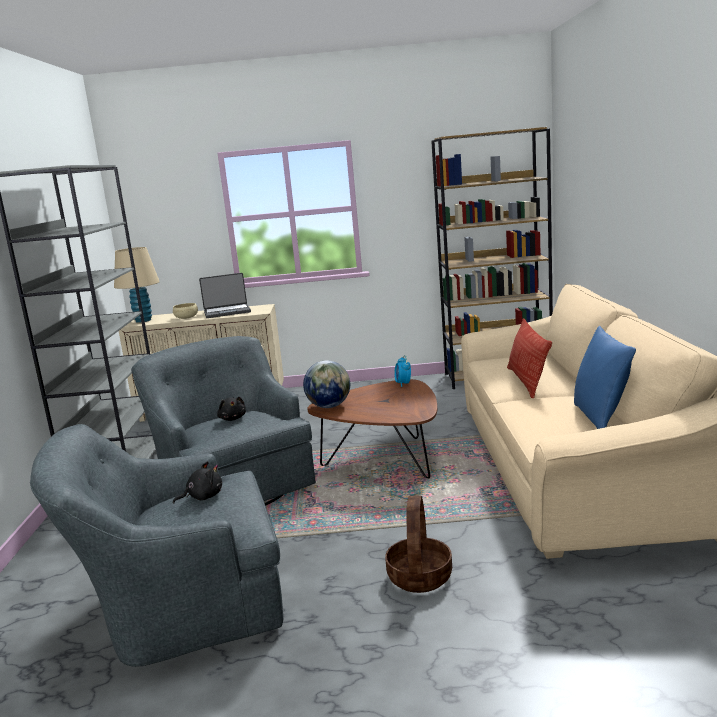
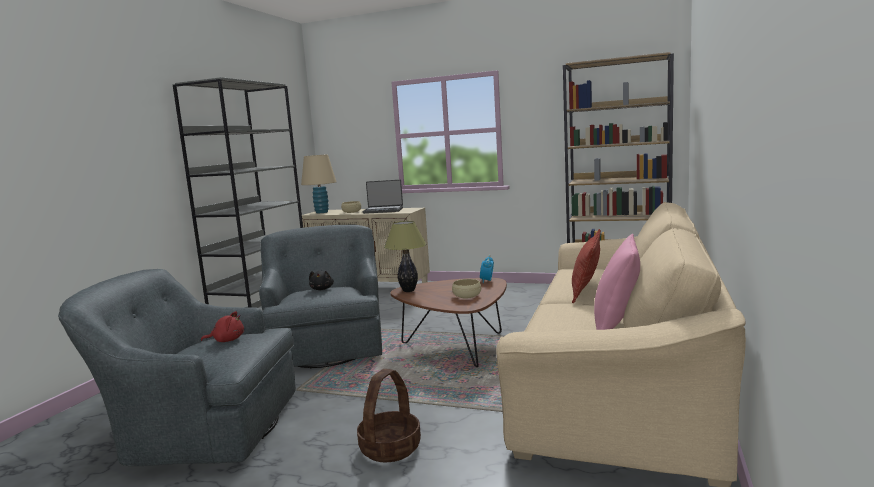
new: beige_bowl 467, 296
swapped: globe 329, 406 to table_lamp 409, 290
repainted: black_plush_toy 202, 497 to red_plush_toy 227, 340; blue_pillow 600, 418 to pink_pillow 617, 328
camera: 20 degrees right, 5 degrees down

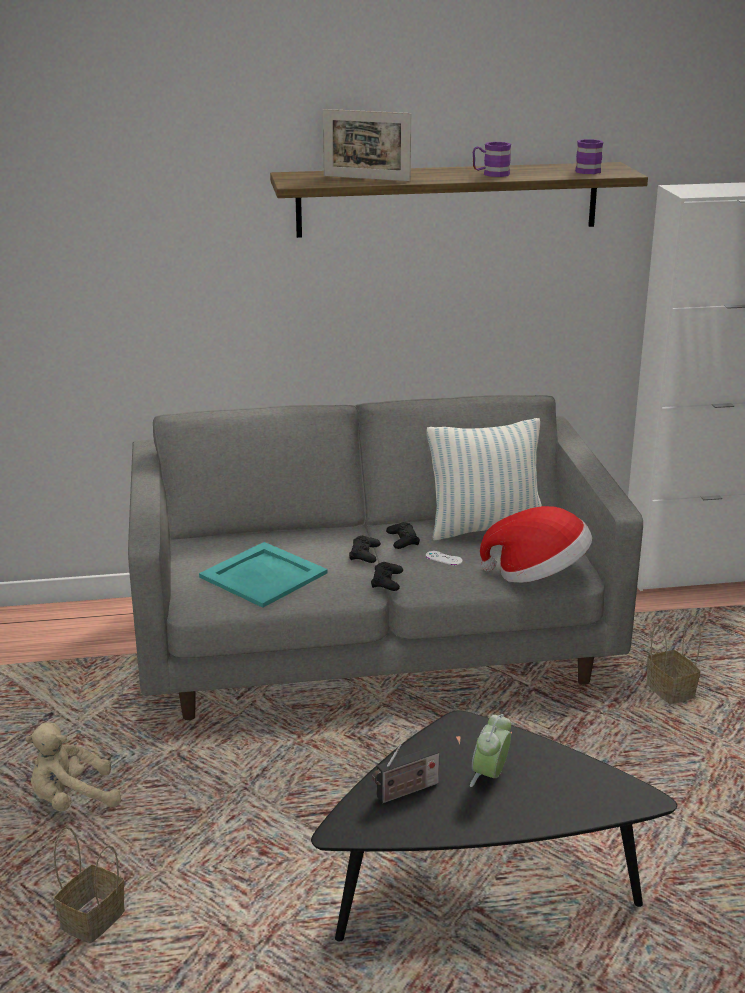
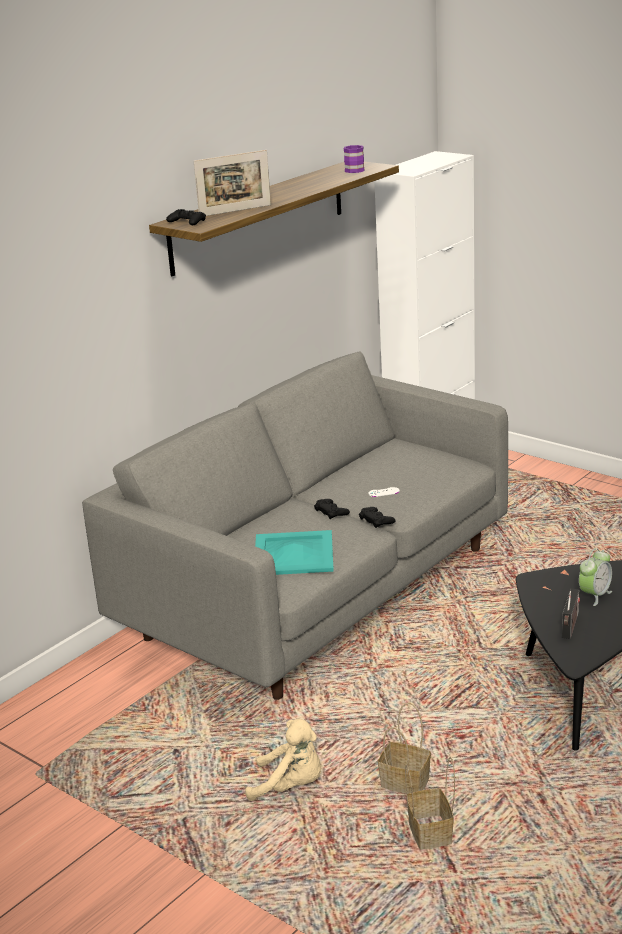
gone: pillow 485, 528; purple_mug 490, 174; hat 538, 574
shifted: black_game_controller 402, 540 to 187, 222; basket 668, 690 to 403, 783
rotated: beige_plush_toy 72, 800 = 291, 786 105 degrees counterclockwise; alarm_clock 490, 775 = 594, 595 120 degrees counterclockwise
camera: 40 degrees left, 0 degrees up

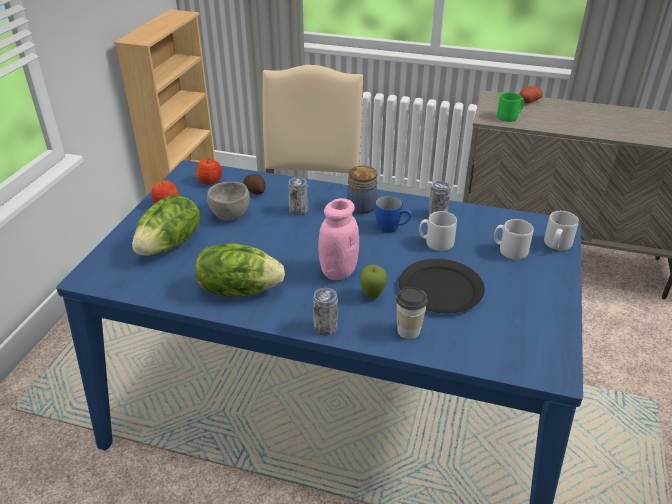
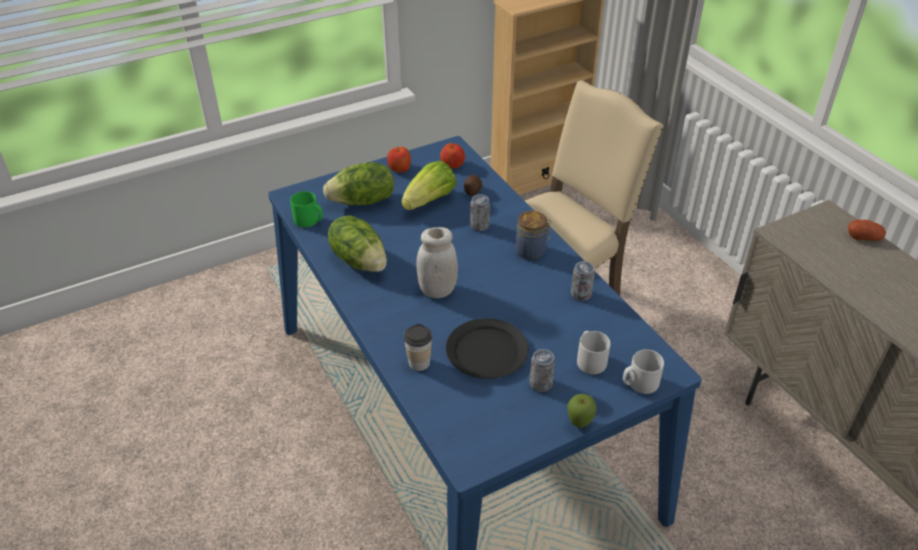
gone: blue_mug 392, 228; grey_mug 436, 243
shifted: can 325, 327 to 540, 384; apple 372, 296 to 579, 424; green_mug 509, 117 to 309, 221
swapped: grey_bowl 231, 214 to lettuce 430, 201
repainted: pink_jar 338, 271 to white_jar 437, 290
camera: 45 degrees right, 5 degrees up

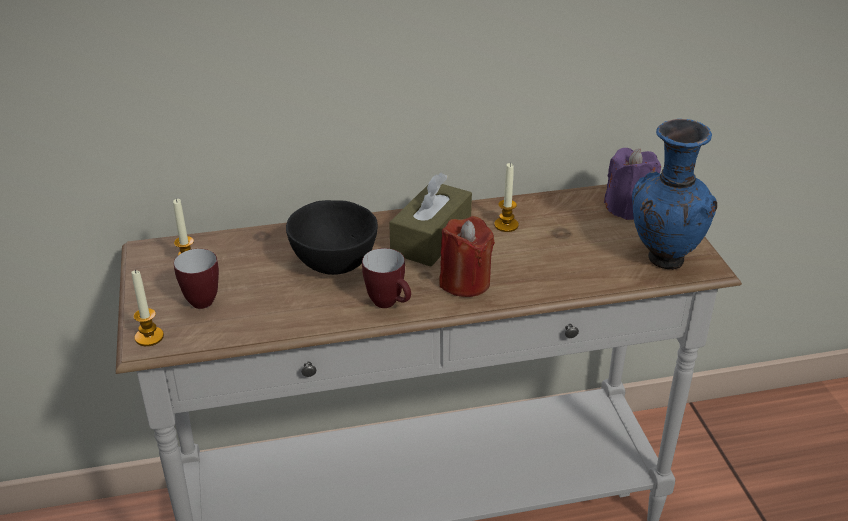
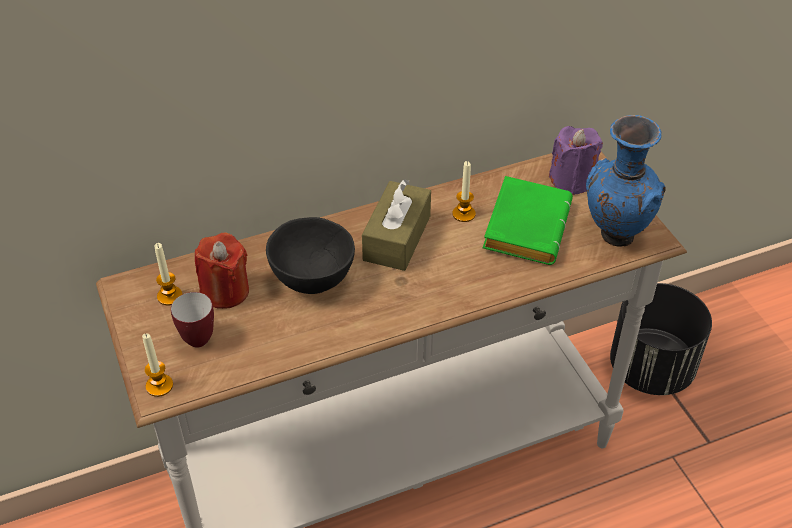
gone: mug 389, 304
new: green_book 524, 225; black_planter 651, 369
shifted: red_candle 465, 282 to 225, 291
camera: 10 degrees left, 10 degrees up

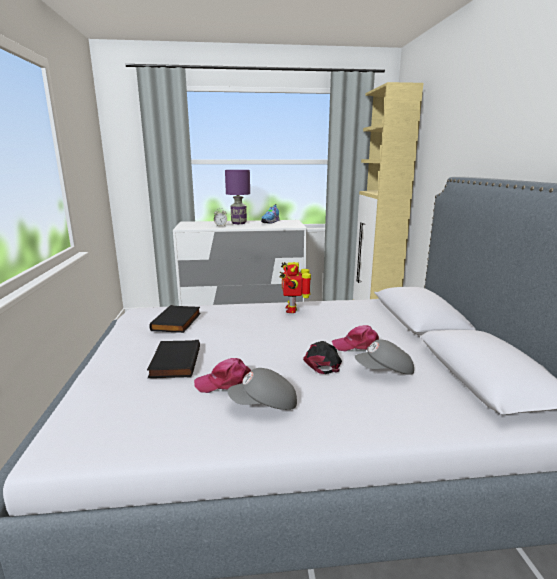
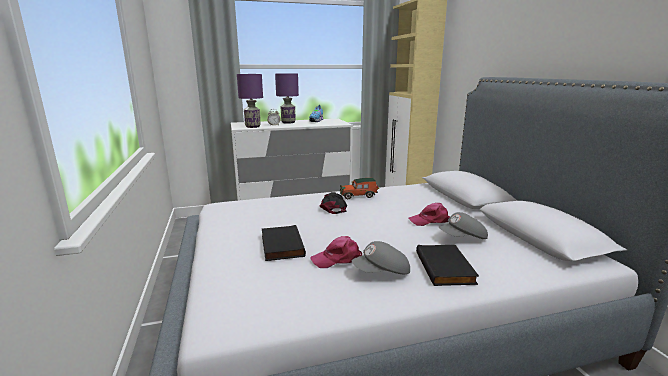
new: purple_table_lamp 252, 127
shifted: black_book 177, 322 to 446, 268; black_cap 322, 362 to 333, 207
swapped: toy_robot 292, 309 to toy_car 359, 196
camera: 10 degrees left, 0 degrees up

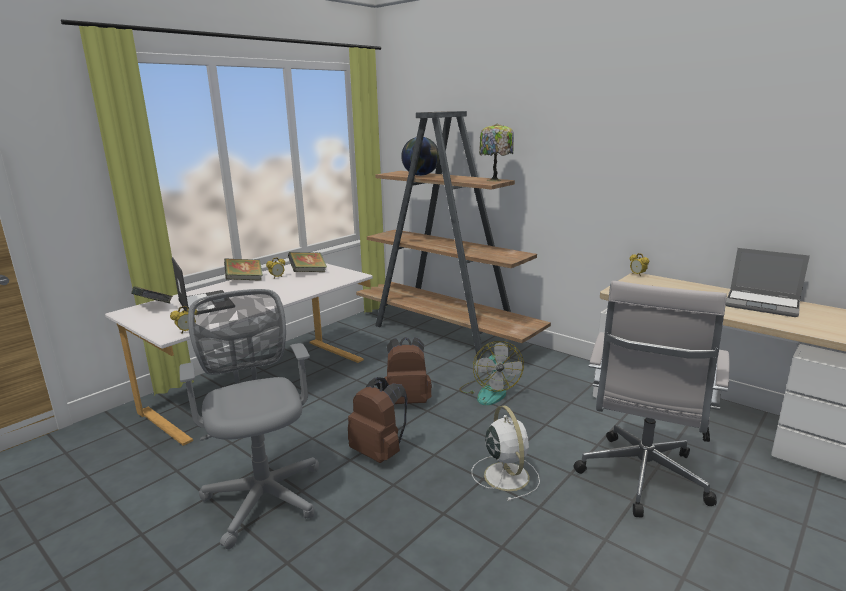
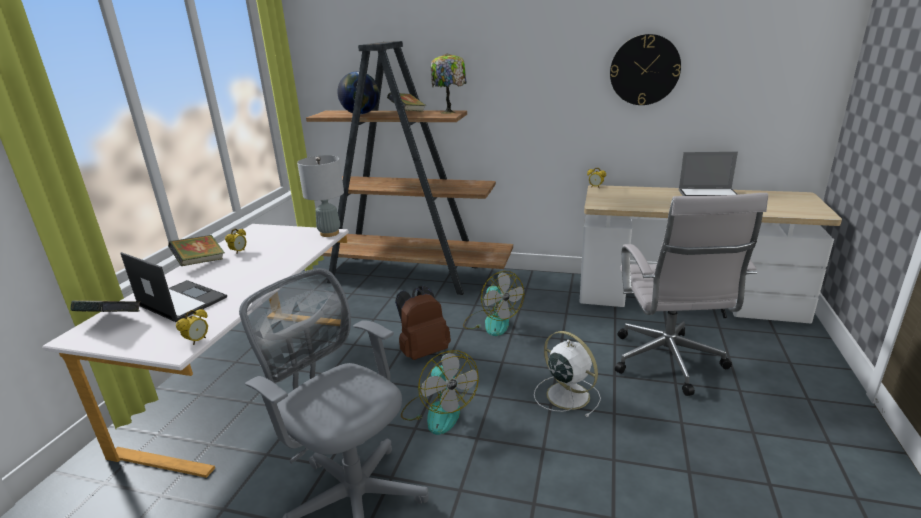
new: grey_table_lamp 329, 233; wall_clock 644, 70
shifted: book 308, 272 to 407, 113
swapped: brown_backpack 379, 452 to fan 438, 411
camera: 25 degrees left, 5 degrees up

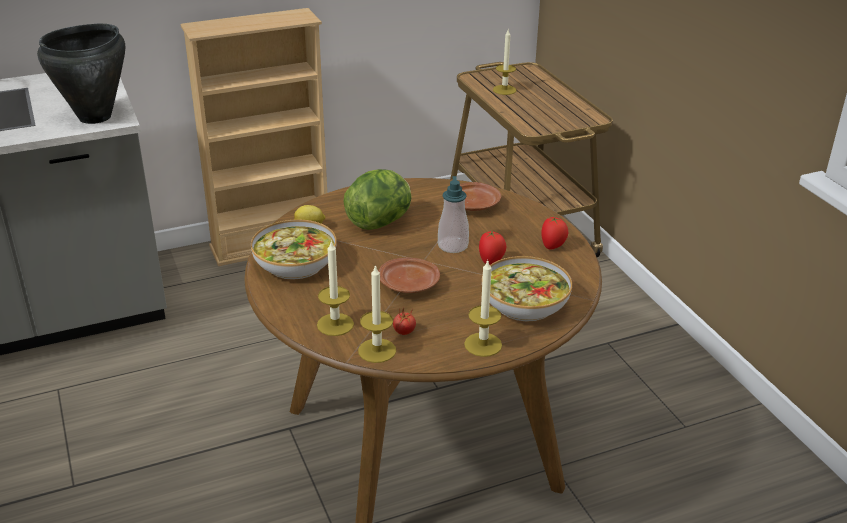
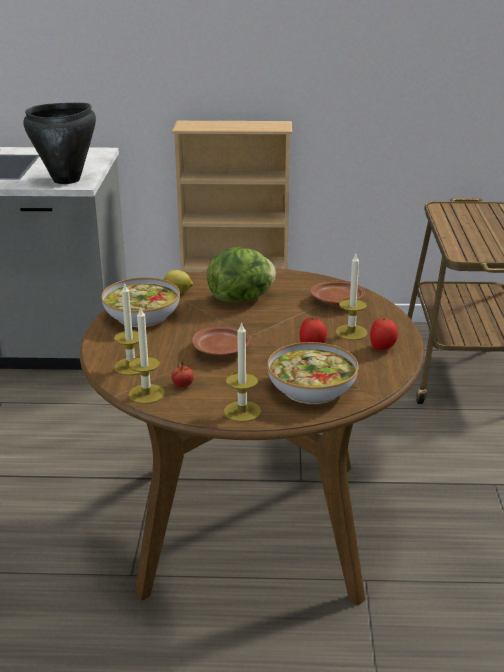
gone: soap_dispenser 453, 246
shifted: candle 504, 90 to 351, 332
camera: 25 degrees right, 5 degrees down

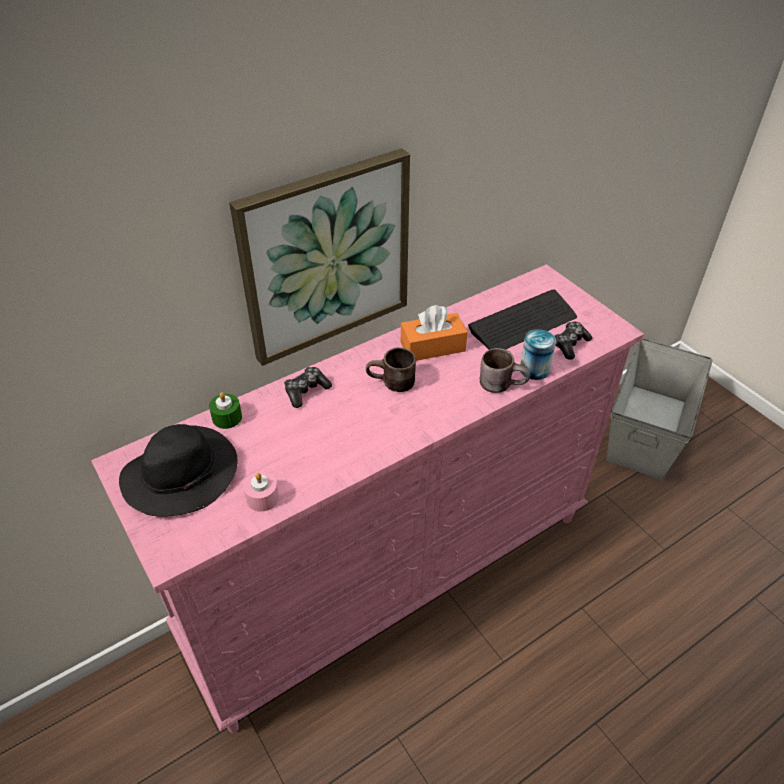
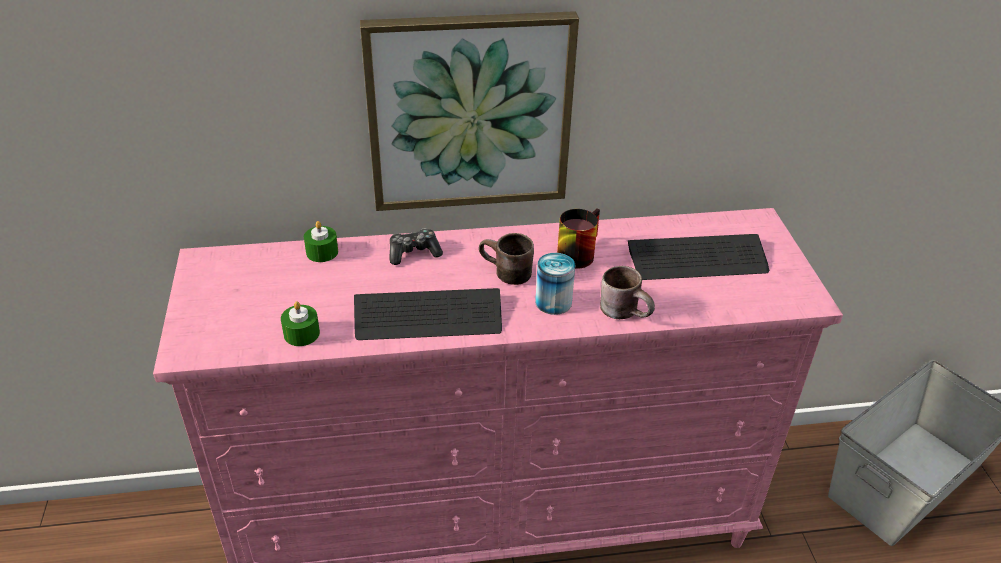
gone: black_hat 182, 474; game_controller 570, 344
new: keyboard 428, 317
shifted: can 534, 369 to 553, 302
swapped: orange_tissue_box 432, 346 to mug 576, 252
repainted: pink_candle 262, 498 to green_candle 301, 334
camera: 25 degrees right, 5 degrees down

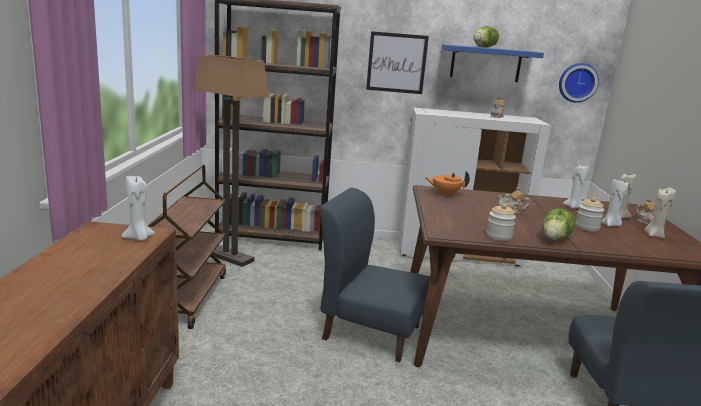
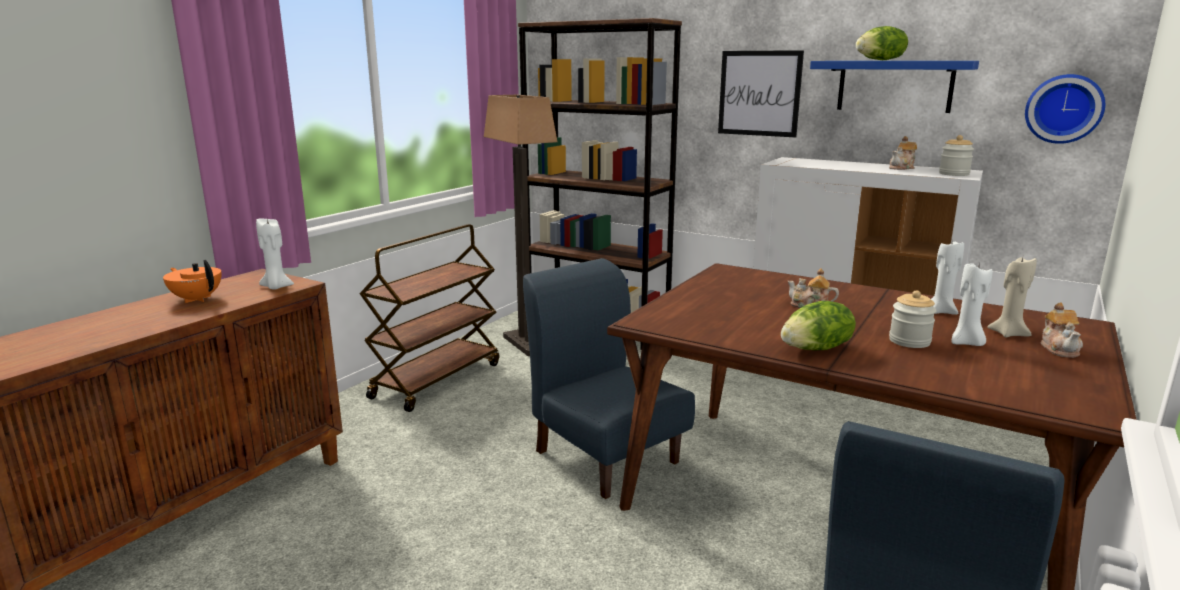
gone: beige_candle 654, 235
shifted: orange_teapot 445, 194 to 197, 299; jar 498, 236 to 954, 174
camera: 30 degrees right, 0 degrees up

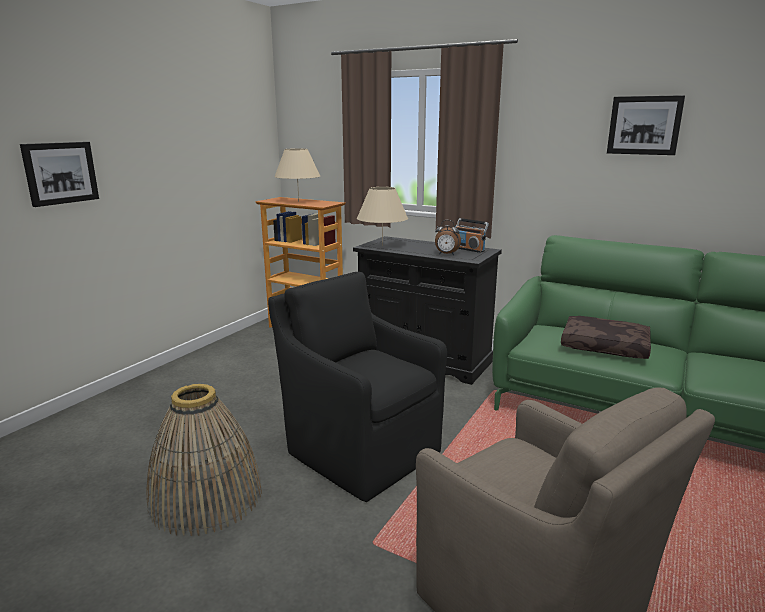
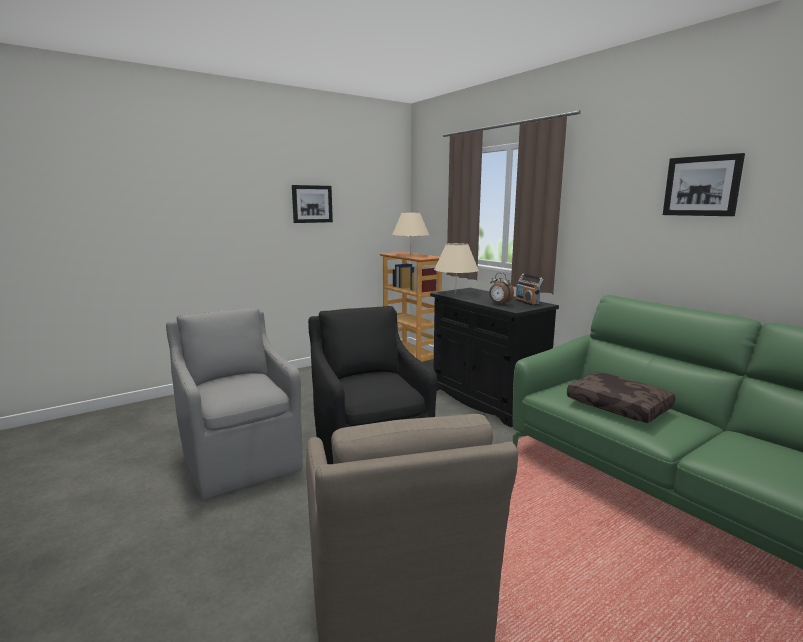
shifted: picture 60, 173 to 312, 204
swapped: basket 206, 496 to grey_armchair 241, 459
camera: 25 degrees right, 5 degrees down

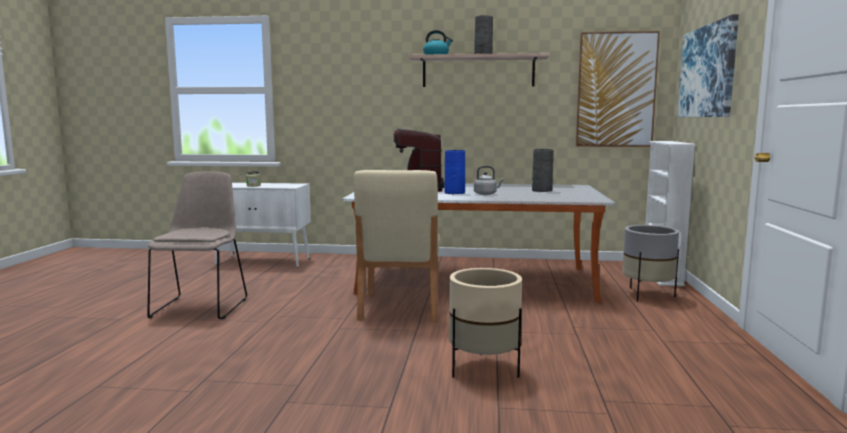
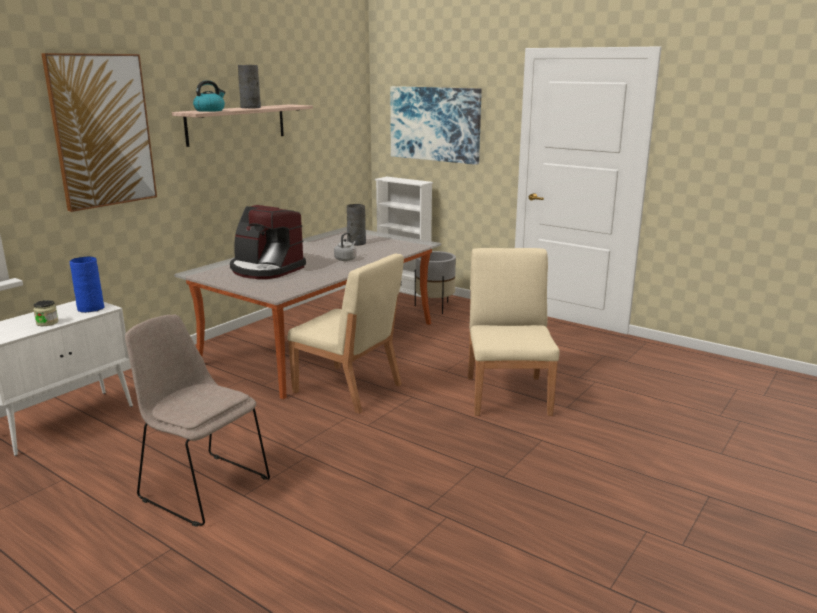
shifted: blue_vase 455, 193 to 90, 308; picture 616, 90 to 102, 131
swapped: beige_planter 483, 369 to beige_chair 508, 394
camera: 60 degrees left, 10 degrees up

